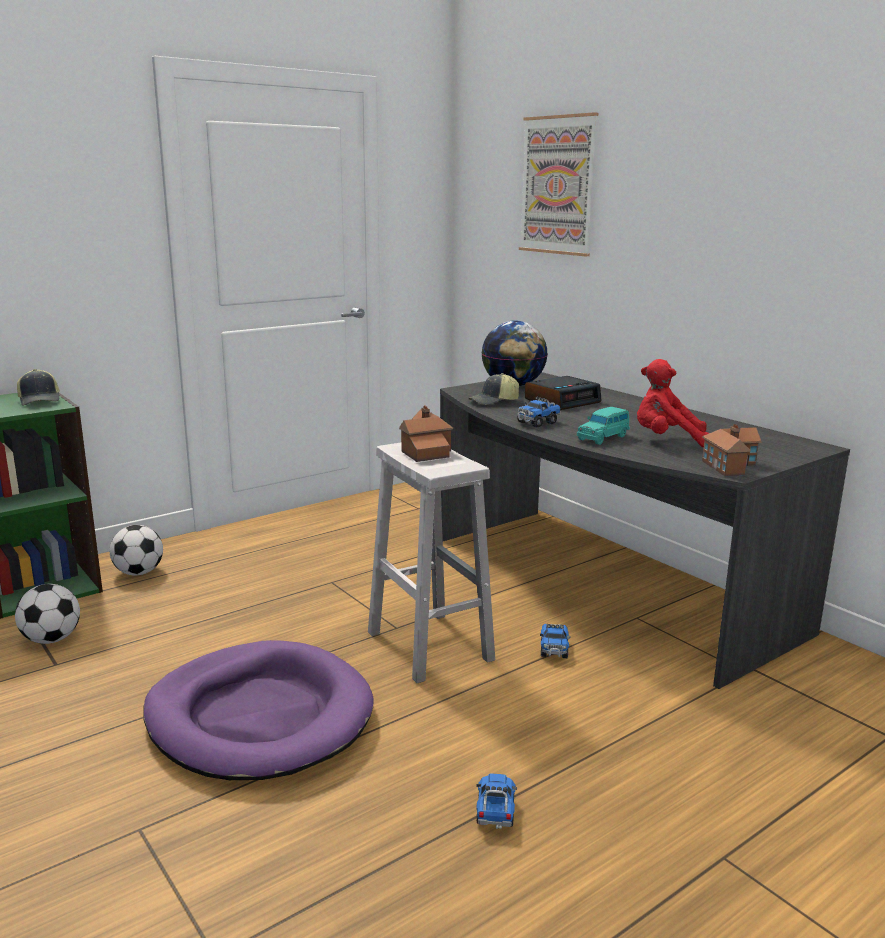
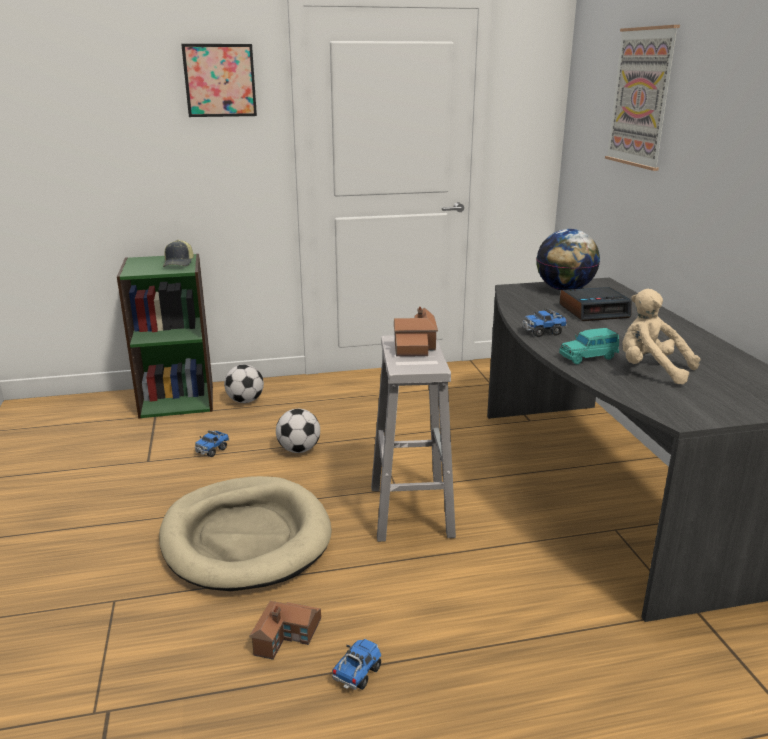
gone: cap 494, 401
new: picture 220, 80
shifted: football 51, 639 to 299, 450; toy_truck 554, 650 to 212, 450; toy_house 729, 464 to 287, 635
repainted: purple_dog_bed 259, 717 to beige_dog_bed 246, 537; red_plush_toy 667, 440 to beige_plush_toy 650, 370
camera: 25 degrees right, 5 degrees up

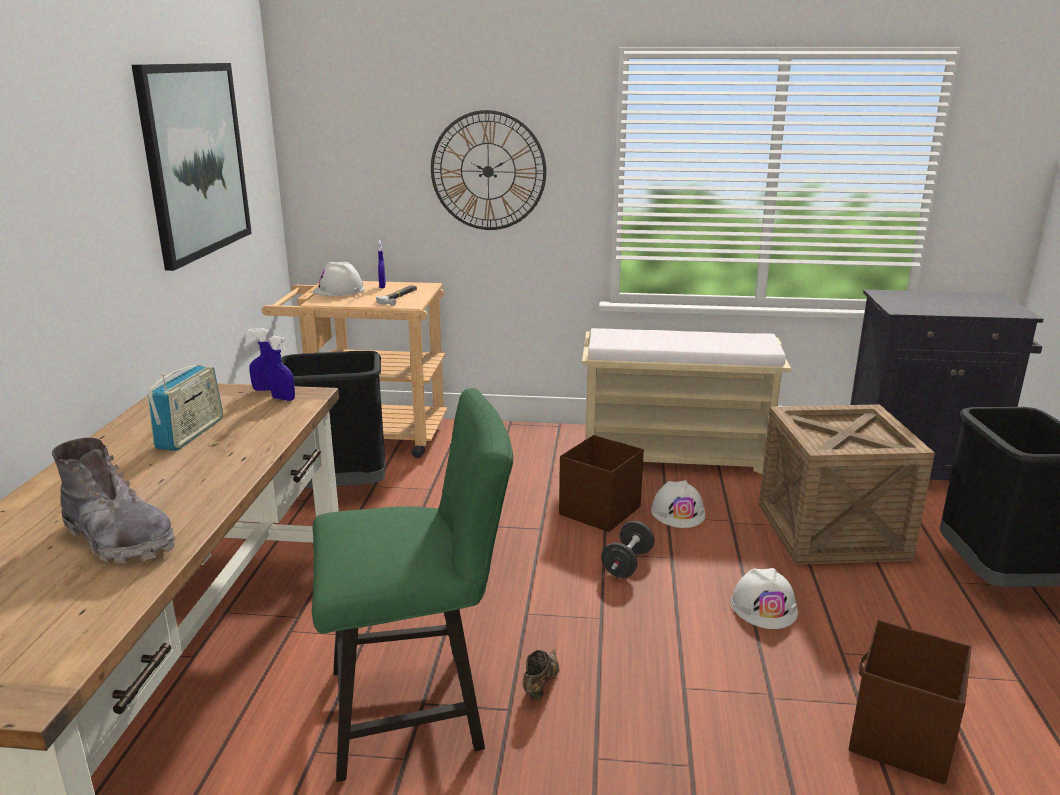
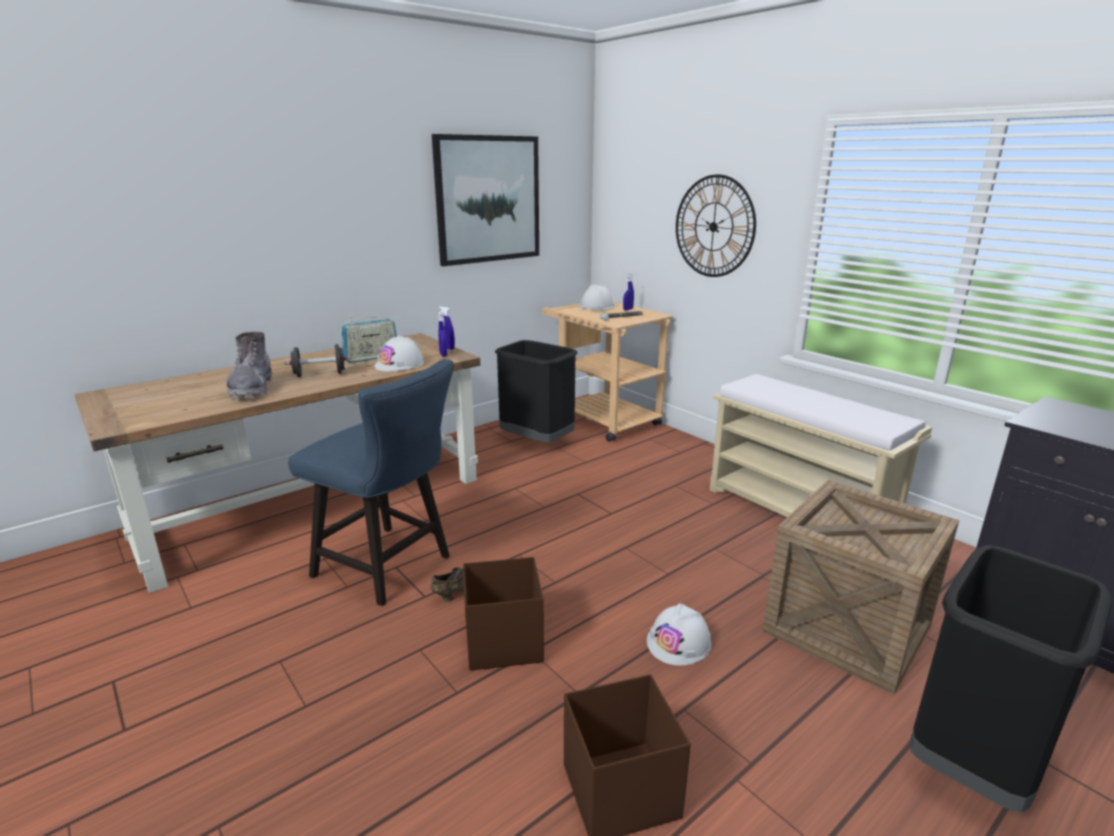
shifted: brown_storage_box 598, 511 to 502, 642; black_dumbbell 627, 564 to 320, 374; white_hard_hat 678, 512 to 399, 364
repainted: green_chair 419, 708 to blue_chair 390, 568
camera: 45 degrees right, 0 degrees up

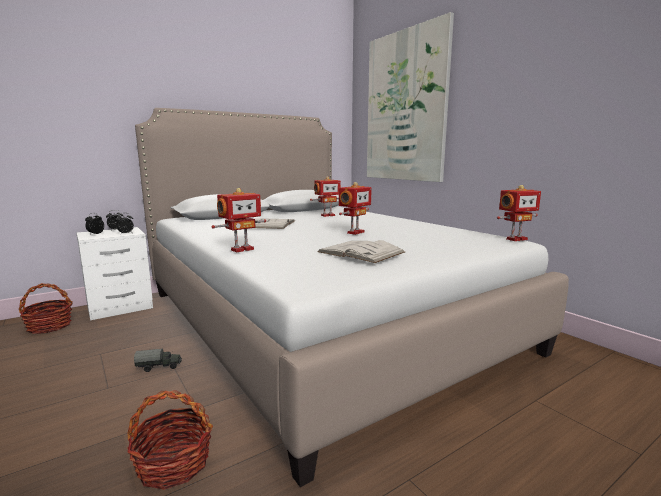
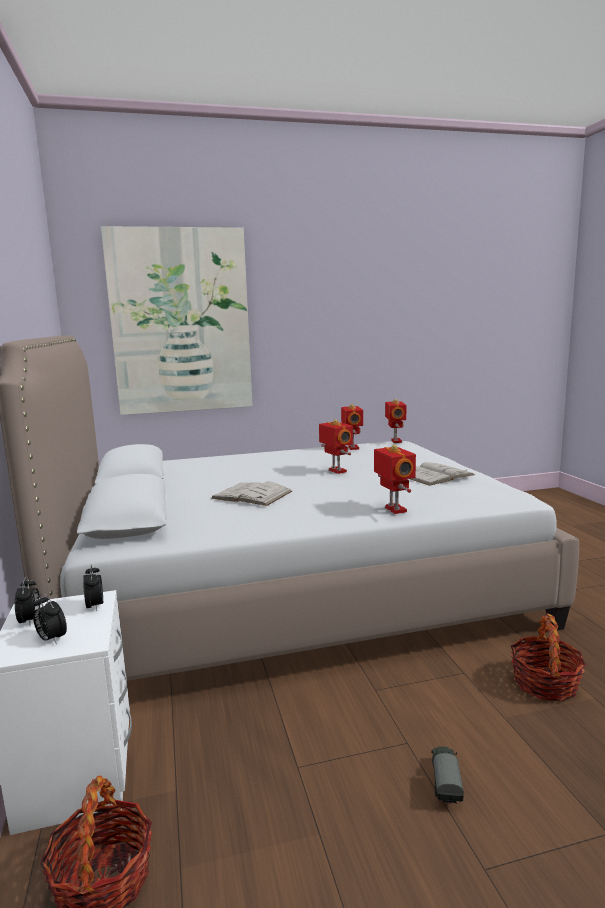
shifted: toy_truck 159, 367 to 445, 783; toy_robot 327, 215 to 352, 448
camera: 70 degrees left, 0 degrees up

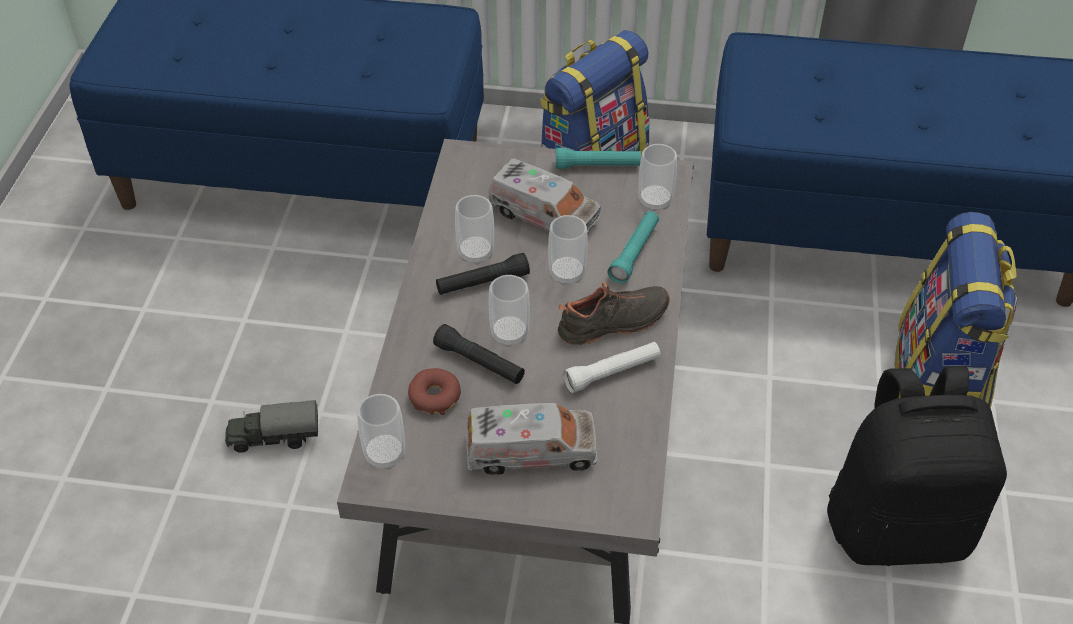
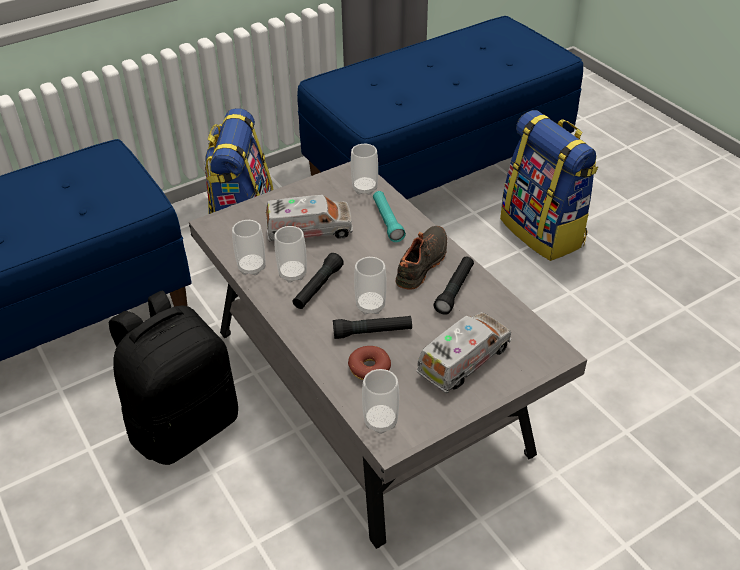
gone: toy_truck 274, 438; turquoise_flashlight 597, 166
shifted: cup 567, 274 to 252, 267; black_backpack 897, 526 to 184, 425
repainted: white_flashlight 612, 373 to black_flashlight 454, 290
camera: 40 degrees left, 5 degrees down

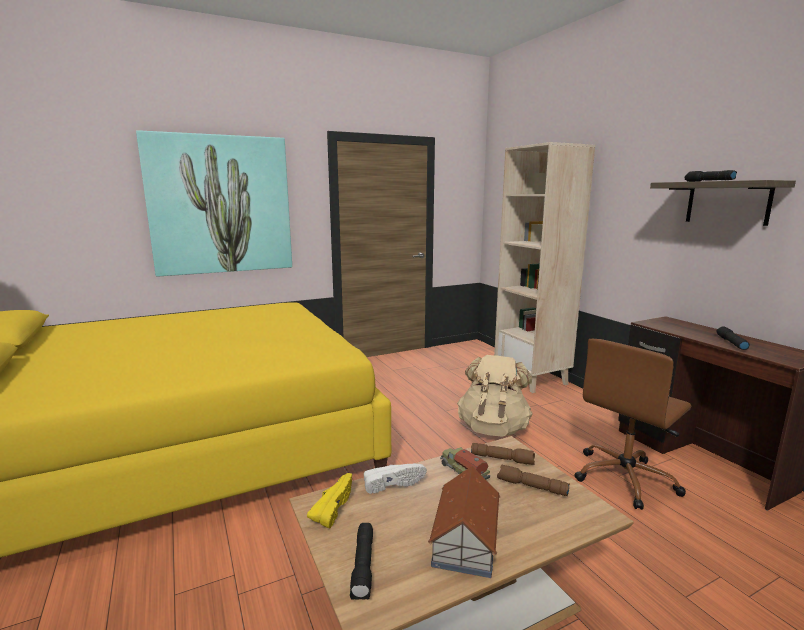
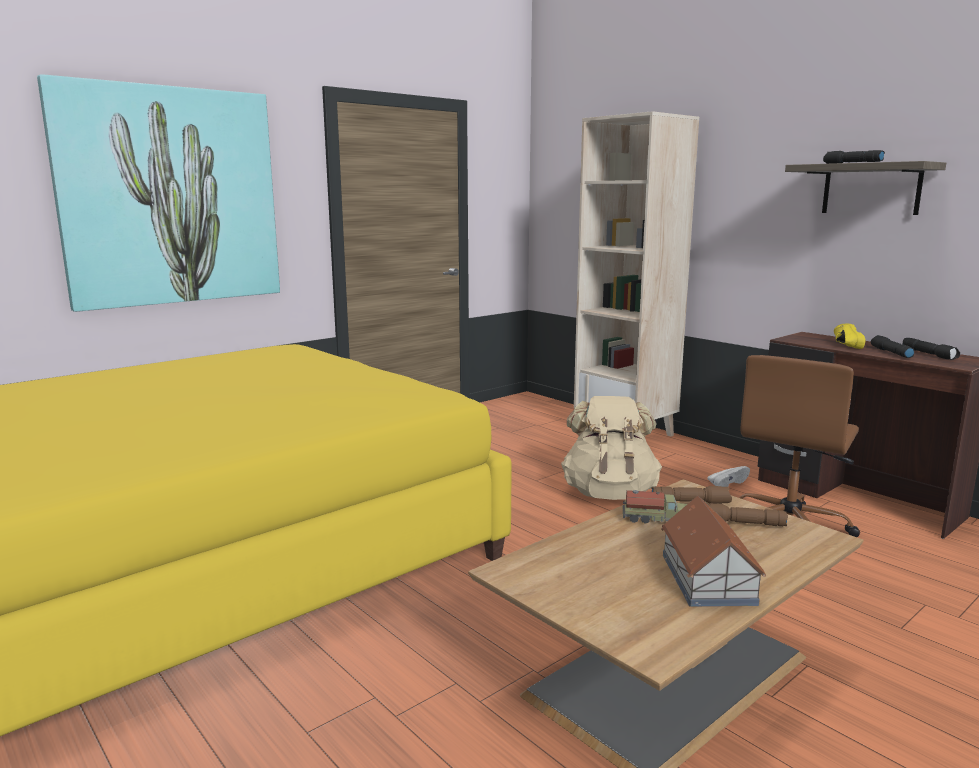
shifted: yellow_shoe 331, 508 to 843, 345; black_flashlight 364, 567 to 929, 354; white_shoe 392, 483 to 727, 483
rotated: toy_truck 463, 471 = 656, 519 150 degrees clockwise
camera: 15 degrees left, 0 degrees up

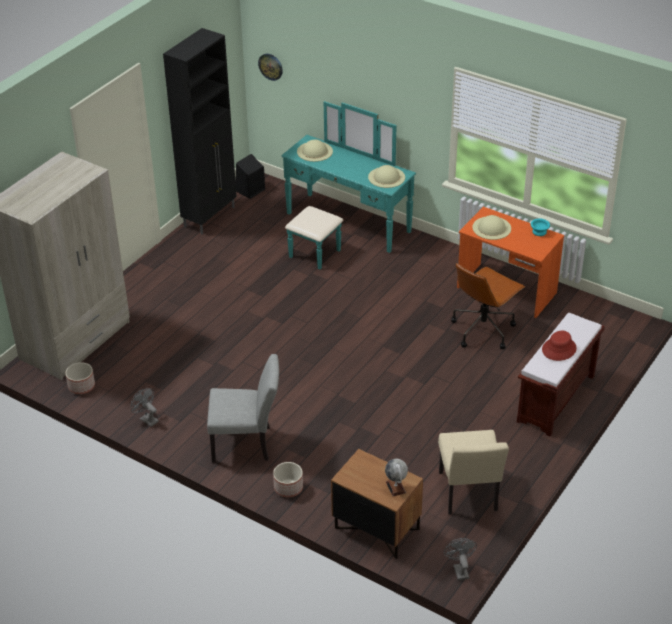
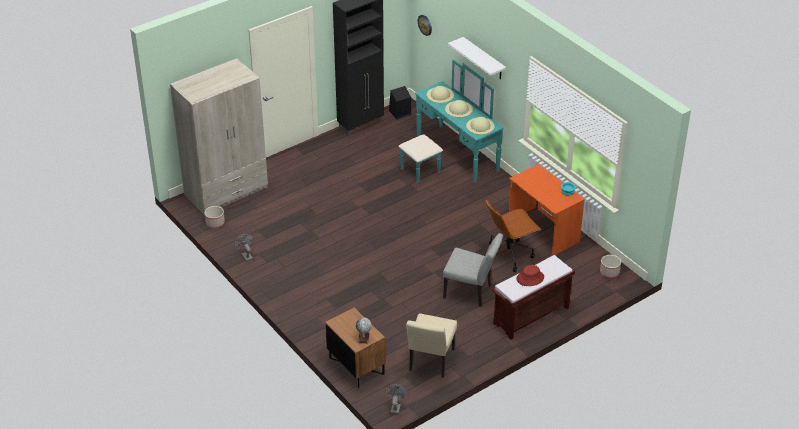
new: white_shelf 484, 59
shifted: grey_chair 247, 444 to 471, 292; planter 288, 488 to 609, 272; beige_hat 491, 228 to 459, 109
camera: 20 degrees right, 0 degrees up

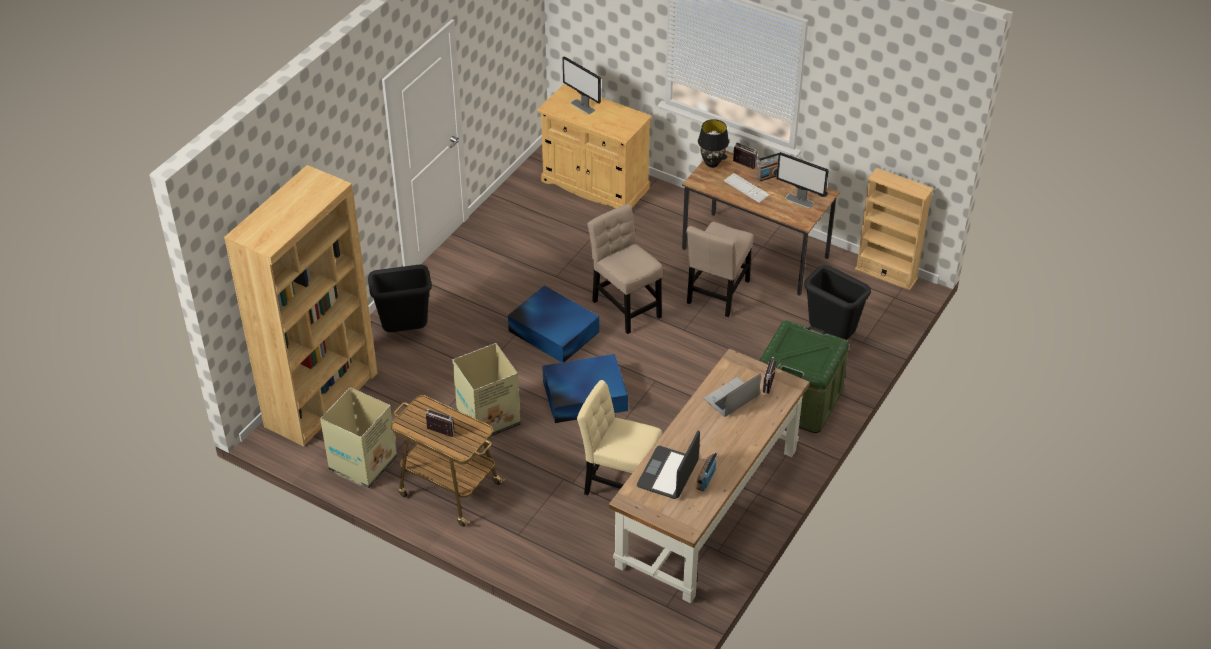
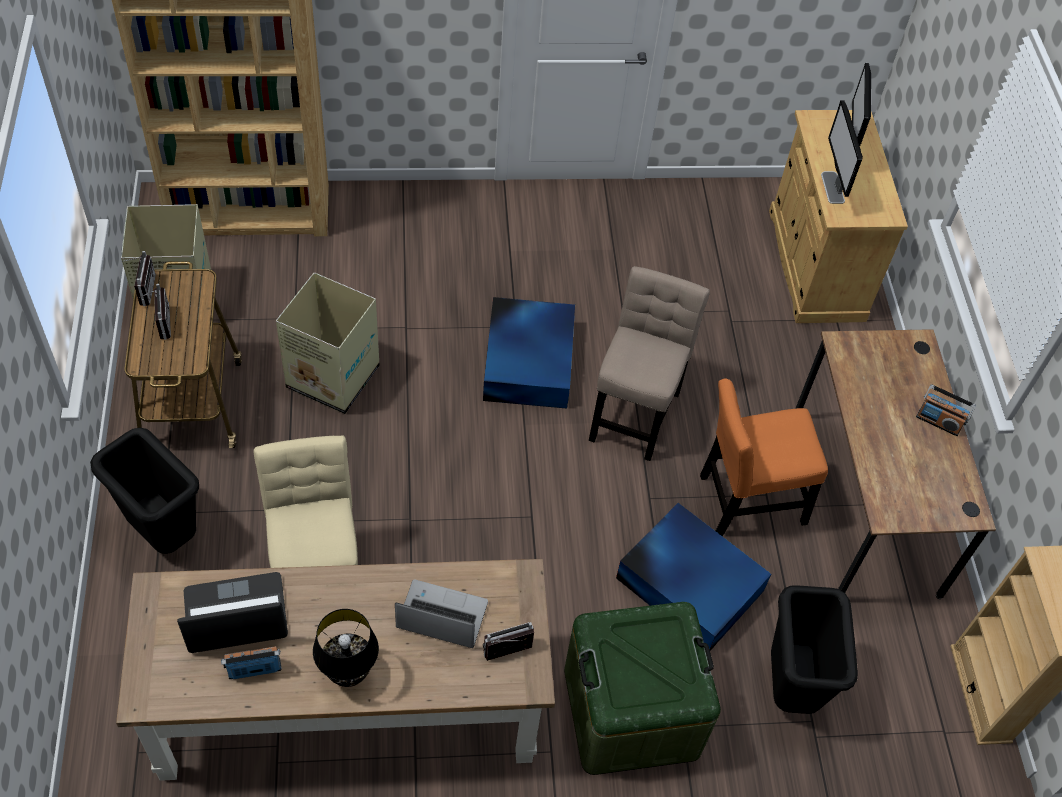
gone: keyboard 746, 188
shifted: black_trash_can 404, 331 to 163, 533; blue_storage_box 583, 395 to 688, 582; black_table_lamp 712, 163 to 349, 674; radio 742, 165 to 142, 290; monitor 799, 201 to 832, 188
repainted: beige_chair 717, 294 to orange_chair 746, 501
camera: 50 degrees right, 10 degrees up

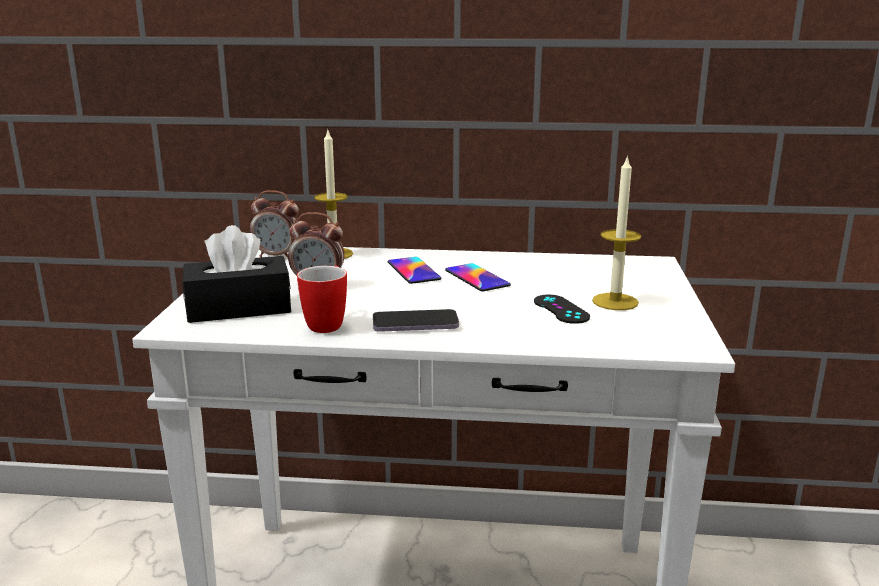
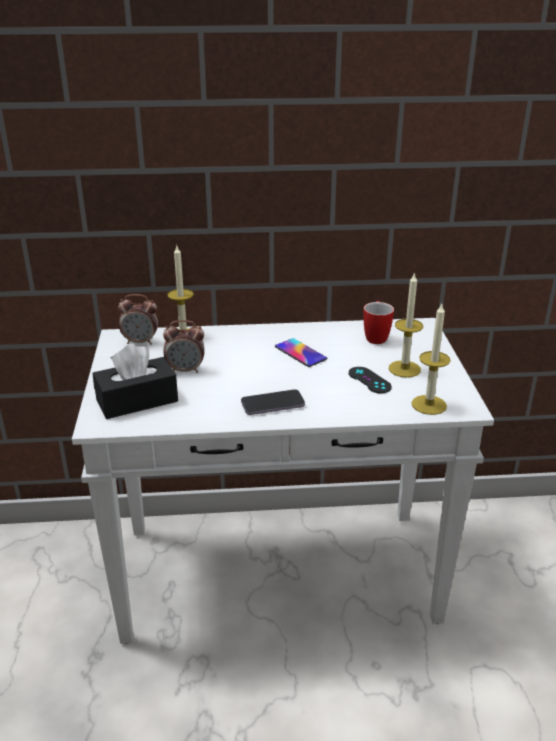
gone: phone 413, 271
new: candle 429, 405
shifted: mug 328, 323 to 376, 336
camera: 10 degrees left, 10 degrees up

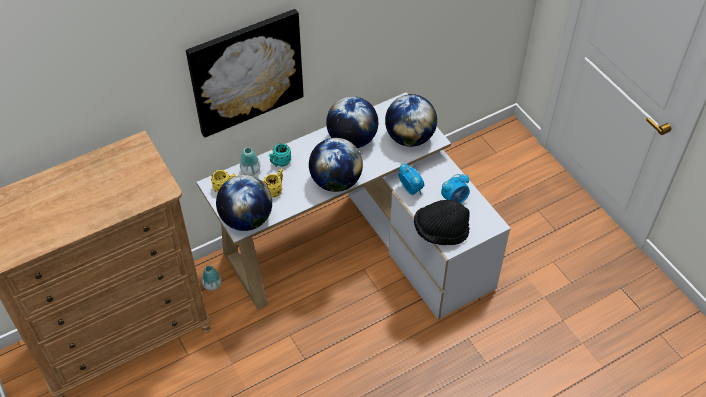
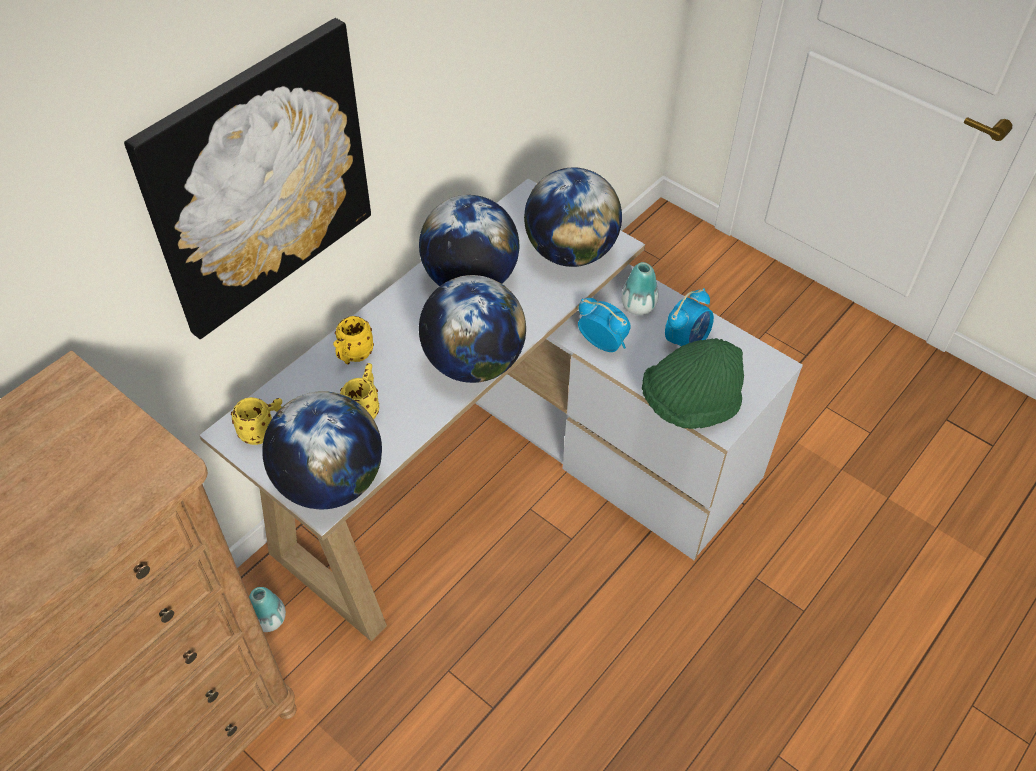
shifted: vase 250, 171 to 638, 306
repainted: turquoise_mug 280, 163 to yellow_mug 353, 356; black_hat 440, 231 to green_hat 689, 404
camera: 20 degrees left, 0 degrees up

